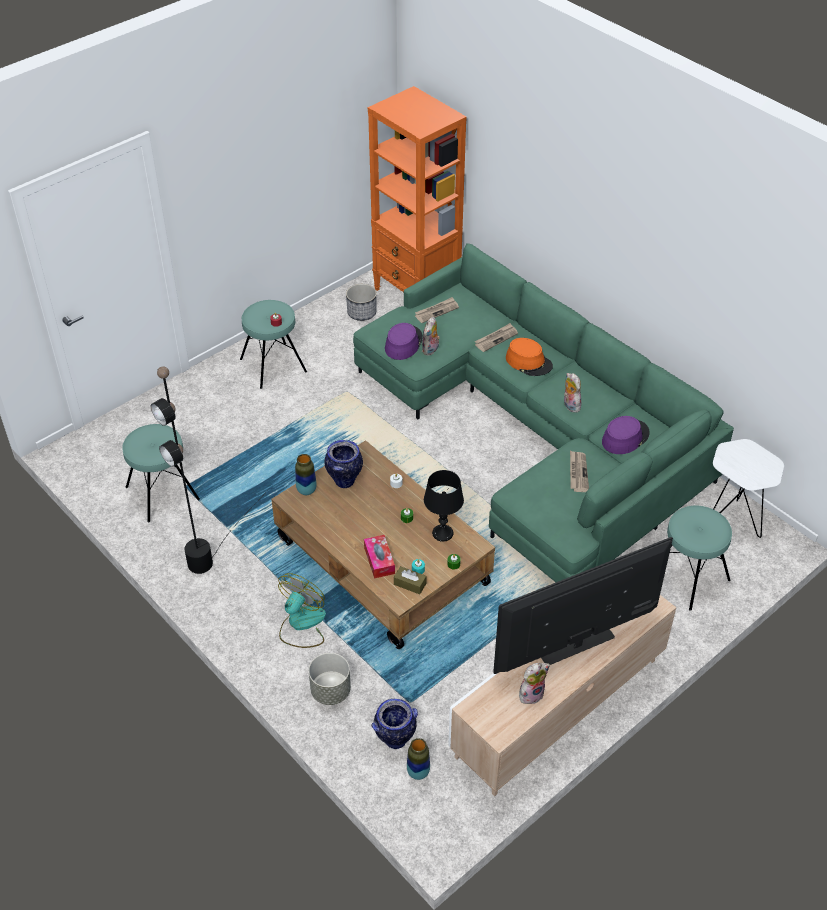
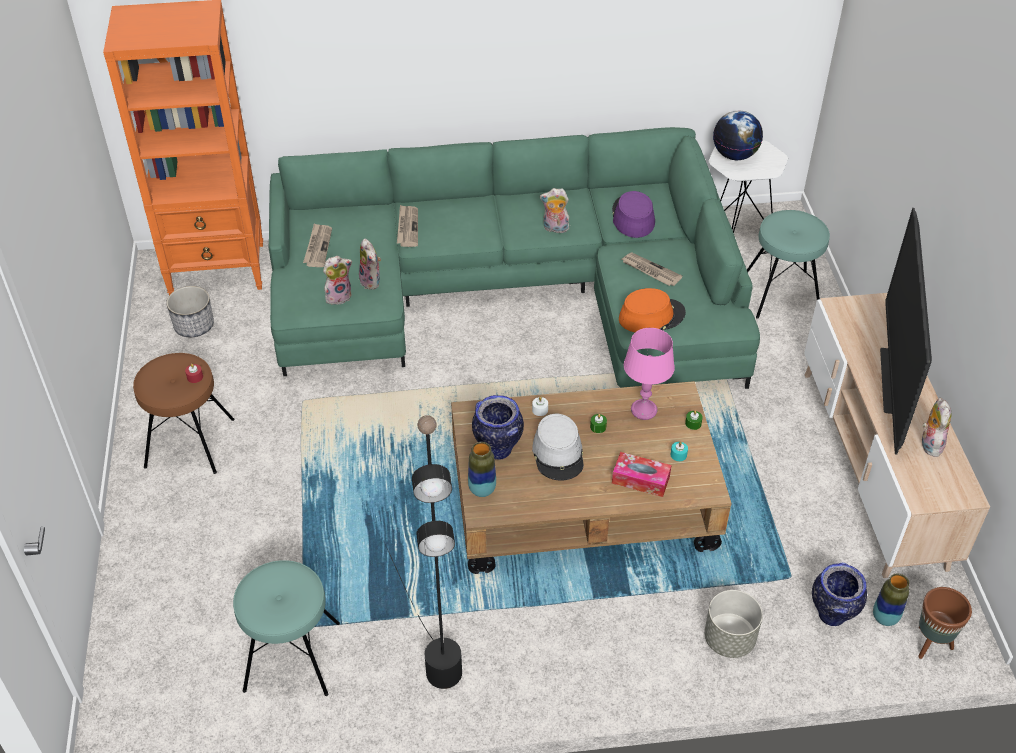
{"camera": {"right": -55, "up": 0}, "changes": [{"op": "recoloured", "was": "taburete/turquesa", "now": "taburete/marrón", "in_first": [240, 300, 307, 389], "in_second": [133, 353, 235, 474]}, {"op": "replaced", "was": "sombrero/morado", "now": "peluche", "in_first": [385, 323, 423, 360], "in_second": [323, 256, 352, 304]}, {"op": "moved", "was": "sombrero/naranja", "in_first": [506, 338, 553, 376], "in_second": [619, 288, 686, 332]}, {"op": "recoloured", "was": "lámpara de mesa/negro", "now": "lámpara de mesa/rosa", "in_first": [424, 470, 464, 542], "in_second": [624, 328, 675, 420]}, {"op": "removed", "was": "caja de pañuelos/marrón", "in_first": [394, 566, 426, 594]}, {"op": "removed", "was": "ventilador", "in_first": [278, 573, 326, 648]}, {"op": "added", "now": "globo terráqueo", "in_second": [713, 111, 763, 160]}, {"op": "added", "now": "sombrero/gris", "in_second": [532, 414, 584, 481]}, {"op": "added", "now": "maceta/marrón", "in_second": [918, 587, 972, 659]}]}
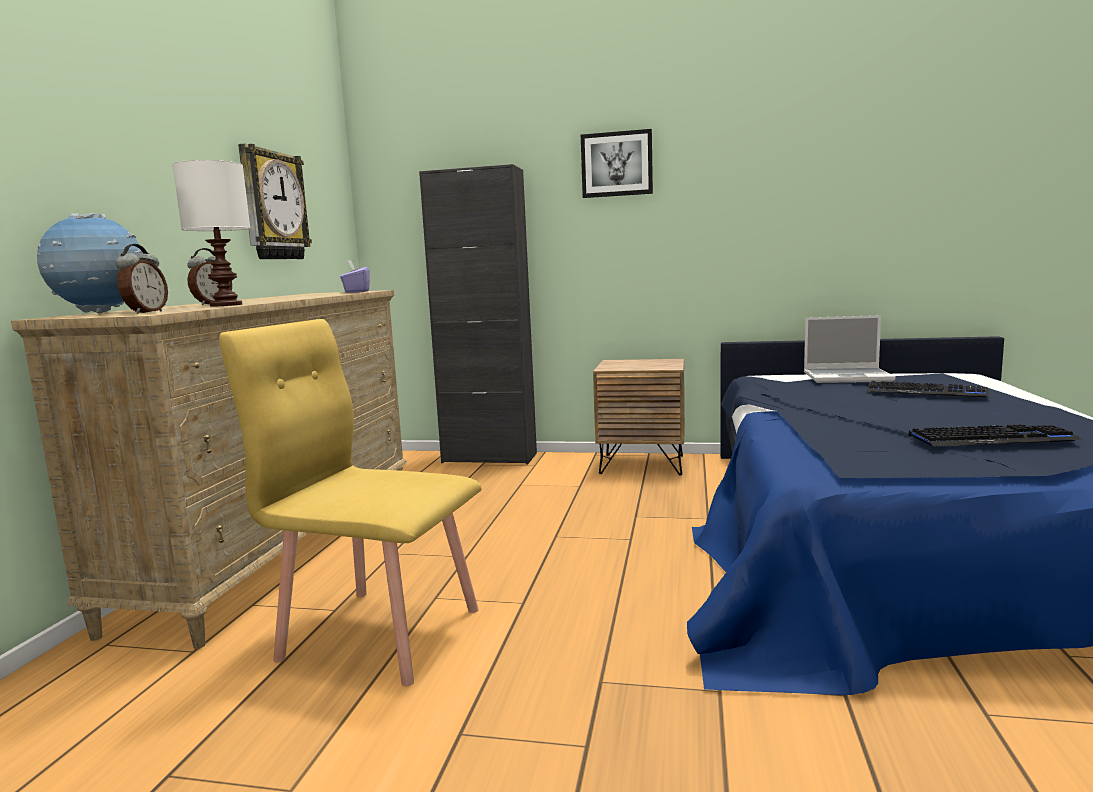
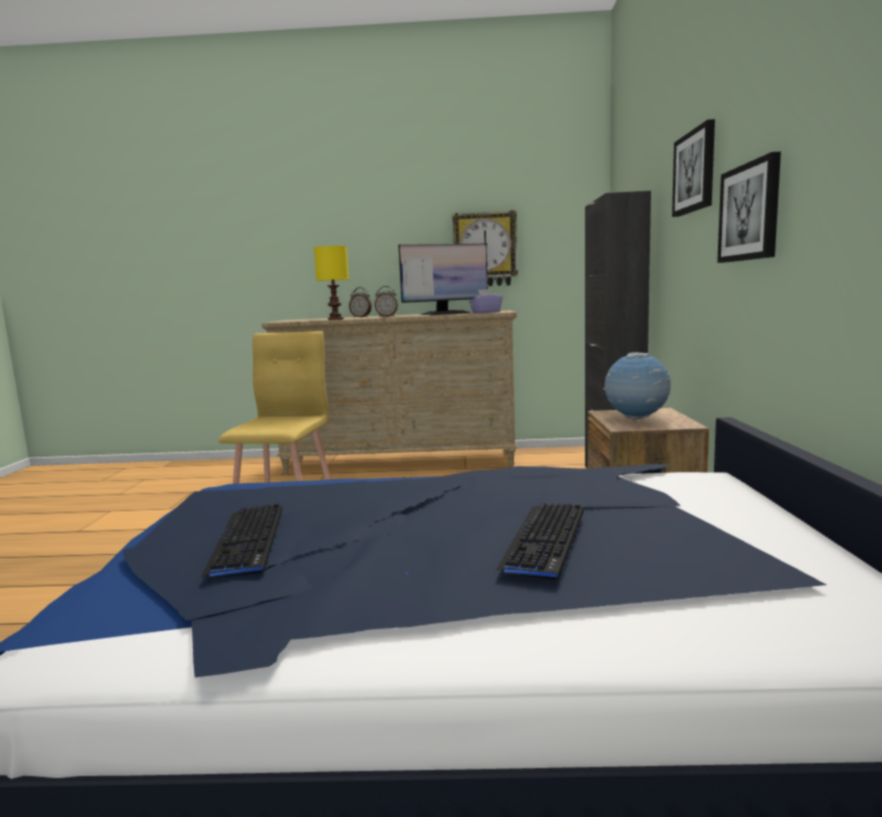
{"camera": {"right": 80, "up": 0}, "changes": [{"op": "recoloured", "was": "lámpara de mesa/blanco", "now": "lámpara de mesa/amarillo", "in_first": [172, 160, 251, 307], "in_second": [314, 246, 349, 320]}, {"op": "moved", "was": "globo terráqueo", "in_first": [37, 213, 144, 314], "in_second": [603, 352, 671, 420]}, {"op": "moved", "was": "despertador", "in_first": [116, 244, 168, 314], "in_second": [375, 286, 398, 317]}, {"op": "removed", "was": "portátil", "in_first": [804, 315, 896, 383]}, {"op": "added", "now": "cuadro", "in_second": [717, 152, 781, 263]}, {"op": "added", "now": "monitor", "in_second": [398, 243, 488, 315]}]}
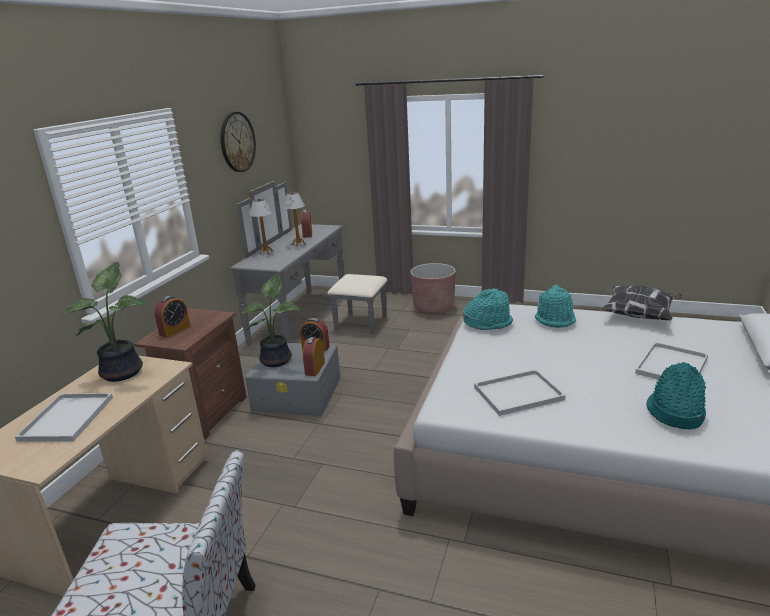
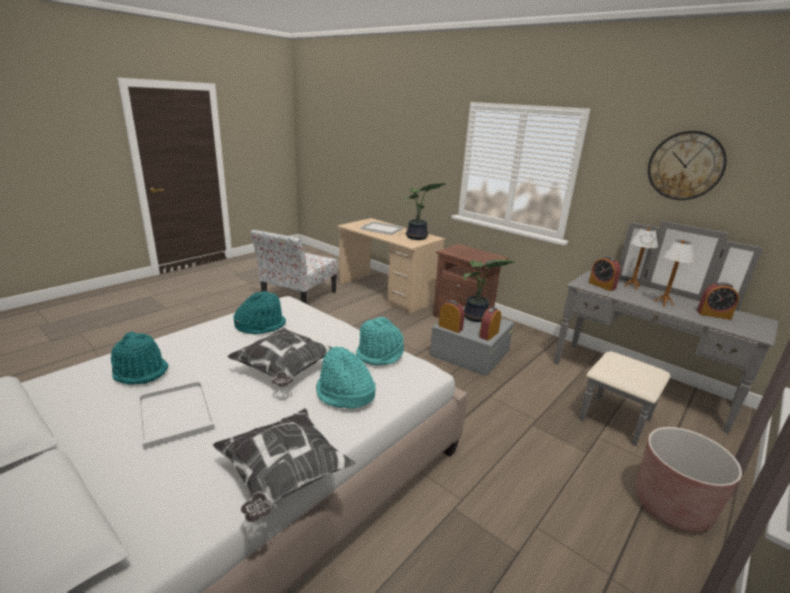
{"camera": {"right": 110, "up": 0}, "changes": [{"op": "moved", "was": "despertador", "in_first": [155, 296, 191, 338], "in_second": [589, 256, 621, 291]}, {"op": "replaced", "was": "bandeja/blanco", "now": "sombrero/turquesa", "in_first": [474, 370, 566, 416], "in_second": [234, 291, 286, 335]}, {"op": "added", "now": "cojín", "in_second": [227, 328, 331, 387]}]}
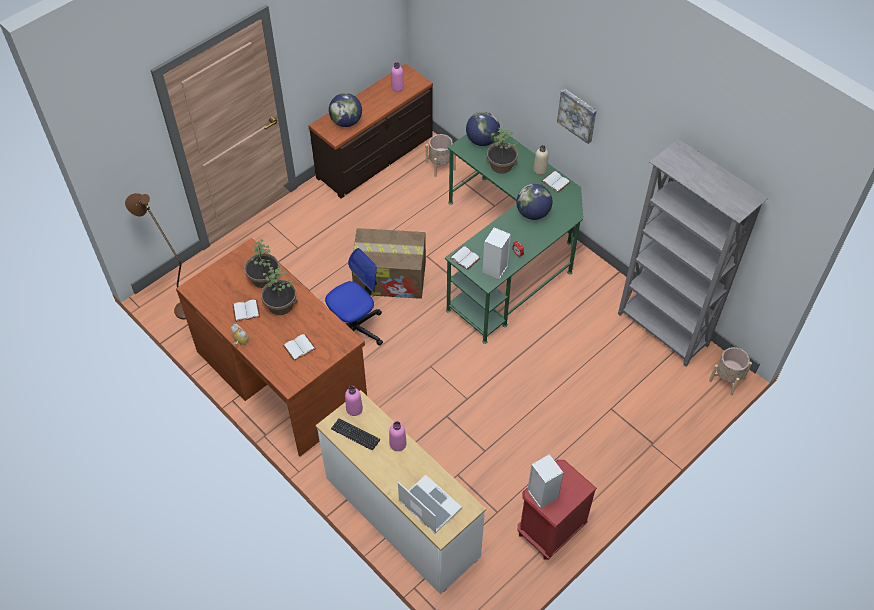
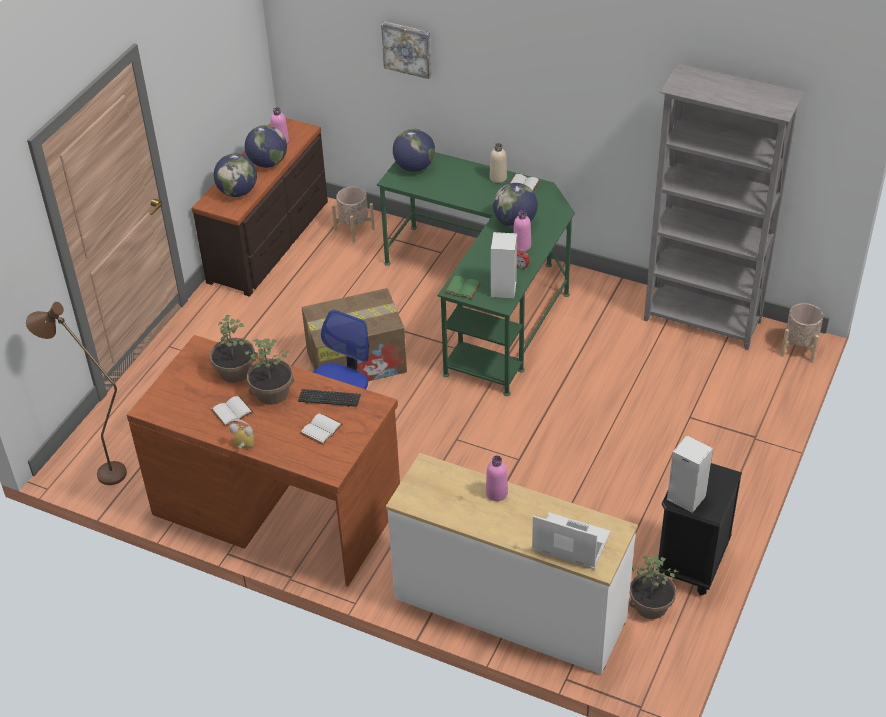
{"camera": {"right": -20, "up": -10}, "changes": [{"op": "moved", "was": "cuadro", "in_first": [557, 88, 597, 144], "in_second": [381, 21, 432, 79]}, {"op": "moved", "was": "planta en maceta", "in_first": [486, 128, 519, 174], "in_second": [629, 556, 678, 619]}, {"op": "recoloured", "was": "libro/blanco", "now": "libro/verde", "in_first": [450, 246, 480, 270], "in_second": [444, 276, 481, 299]}, {"op": "moved", "was": "botella/rosa", "in_first": [345, 386, 363, 416], "in_second": [513, 210, 531, 252]}, {"op": "moved", "was": "teclado", "in_first": [331, 418, 381, 450], "in_second": [298, 389, 361, 407]}, {"op": "recoloured", "was": "mesita de noche/rojo", "now": "mesita de noche/negro", "in_first": [518, 460, 597, 560], "in_second": [655, 463, 742, 596]}, {"op": "added", "now": "globo terráqueo", "in_second": [245, 125, 287, 168]}]}
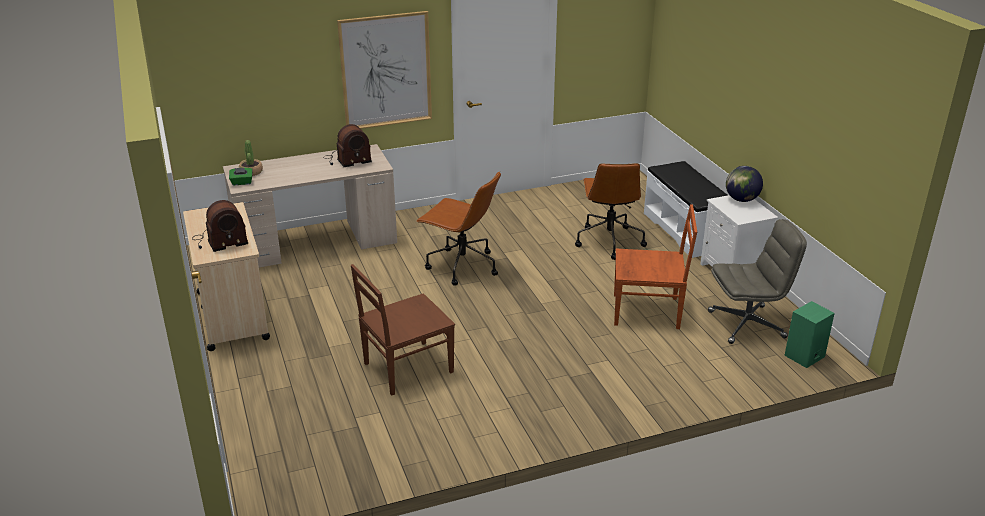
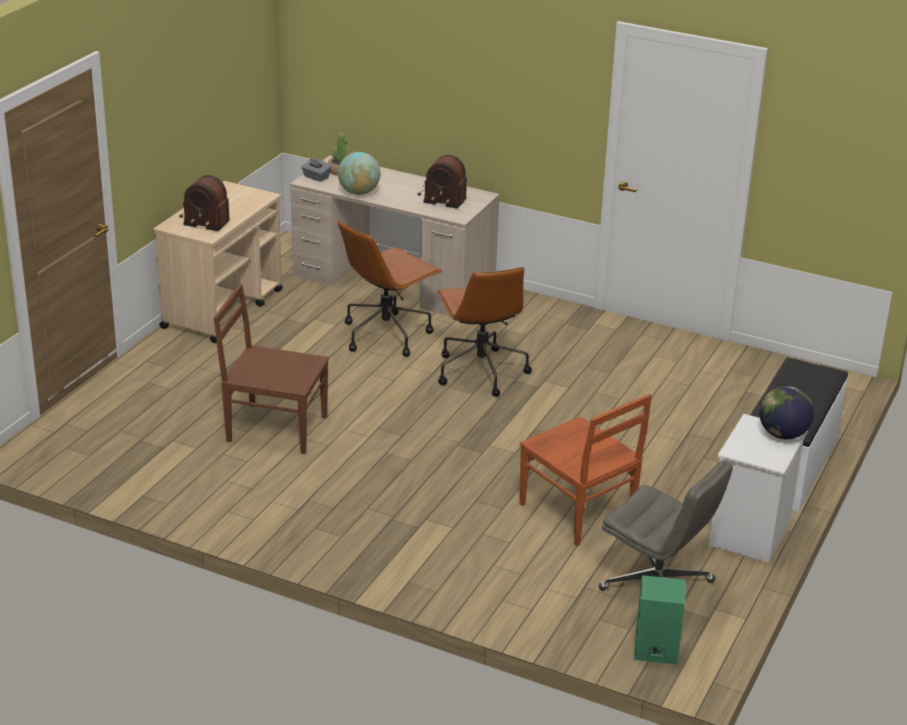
{"camera": {"right": 45, "up": 0}, "changes": [{"op": "removed", "was": "cuadro", "in_first": [337, 11, 432, 129]}, {"op": "moved", "was": "silla de oficina/marrón", "in_first": [575, 163, 647, 260], "in_second": [338, 220, 443, 357]}, {"op": "recoloured", "was": "caja de pañuelos/verde", "now": "caja de pañuelos/gris", "in_first": [229, 168, 253, 185], "in_second": [301, 158, 331, 182]}, {"op": "added", "now": "globo terráqueo", "in_second": [338, 152, 380, 195]}]}
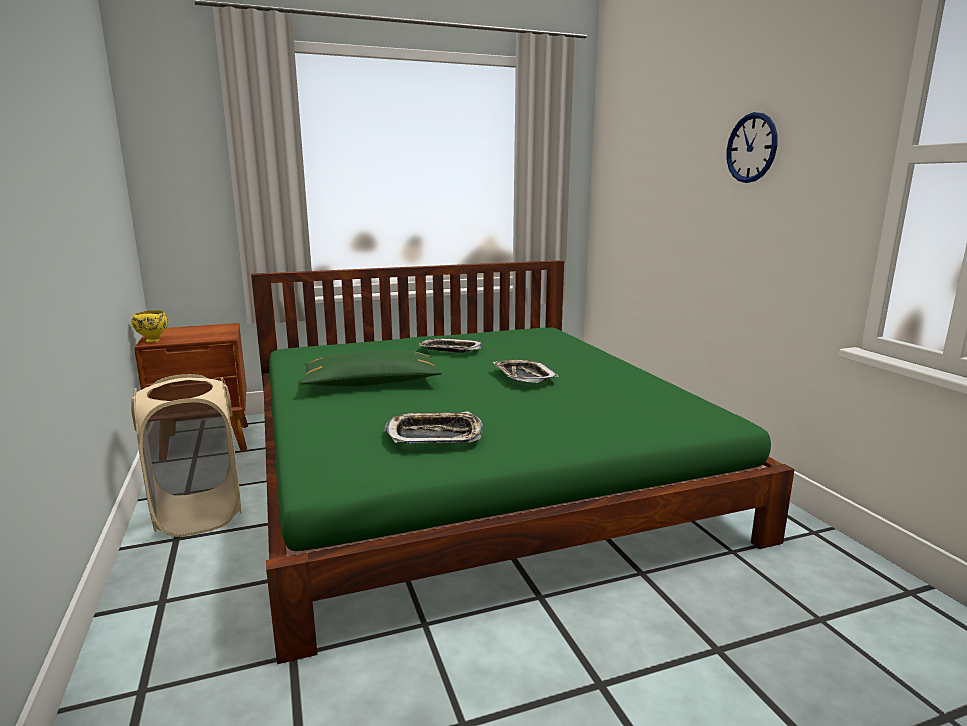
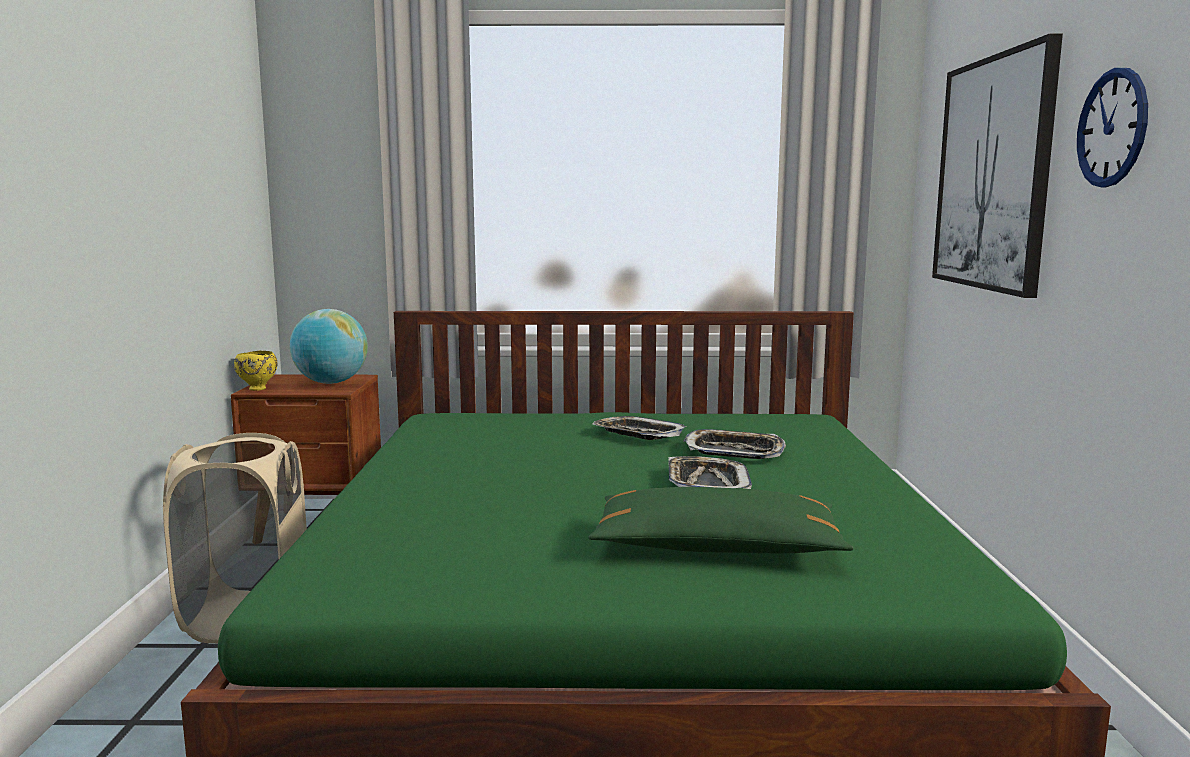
{"camera": {"right": 20, "up": -5}, "changes": [{"op": "moved", "was": "cojín/verde", "in_first": [300, 350, 442, 386], "in_second": [588, 487, 854, 553]}, {"op": "moved", "was": "bandeja", "in_first": [384, 411, 483, 444], "in_second": [683, 429, 786, 459]}, {"op": "added", "now": "cuadro", "in_second": [932, 33, 1063, 298]}, {"op": "added", "now": "globo terráqueo", "in_second": [290, 309, 368, 384]}]}
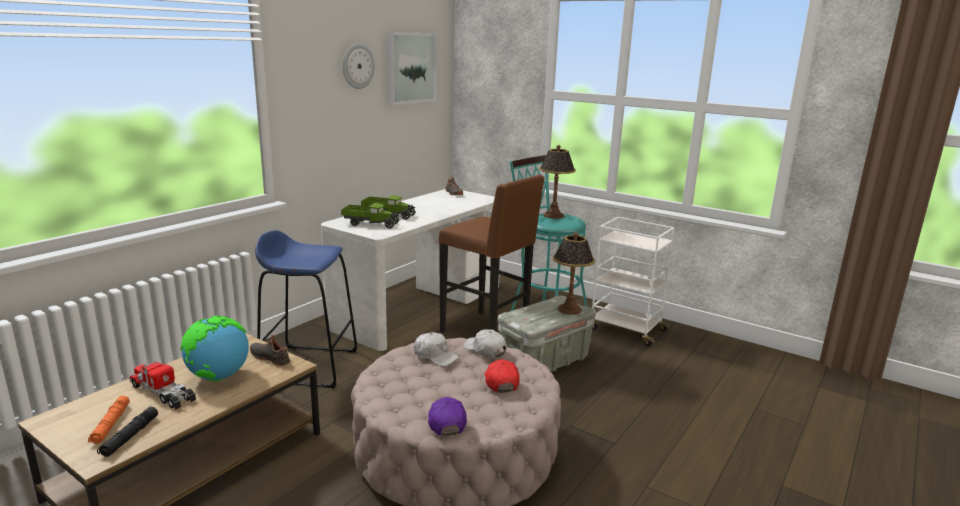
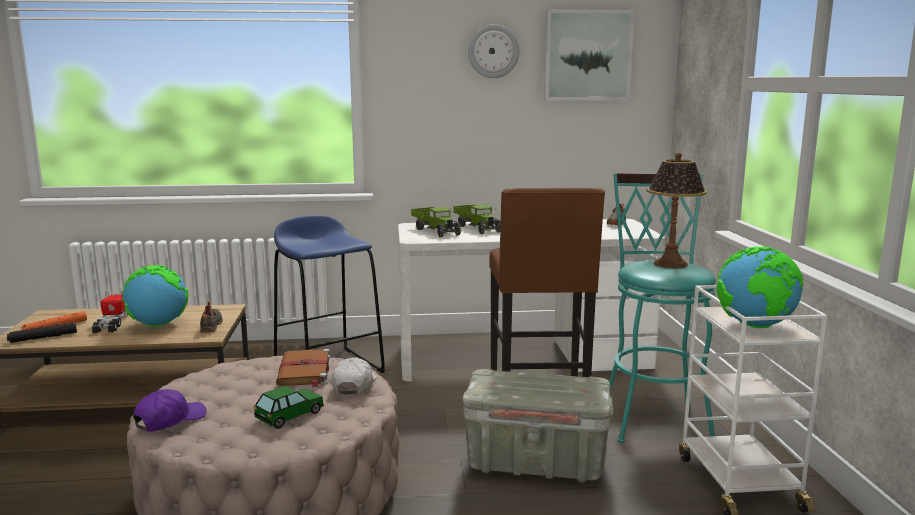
{"camera": {"right": 50, "up": -5}, "changes": [{"op": "removed", "was": "lámpara de mesa", "in_first": [553, 232, 595, 315]}, {"op": "replaced", "was": "gorra/blanco", "now": "libro/marrón", "in_first": [414, 332, 460, 366], "in_second": [276, 349, 330, 387]}, {"op": "replaced", "was": "gorra/rojo", "now": "coche de juguete", "in_first": [485, 359, 520, 393], "in_second": [254, 386, 324, 429]}, {"op": "added", "now": "globo terráqueo", "in_second": [716, 246, 803, 328]}]}
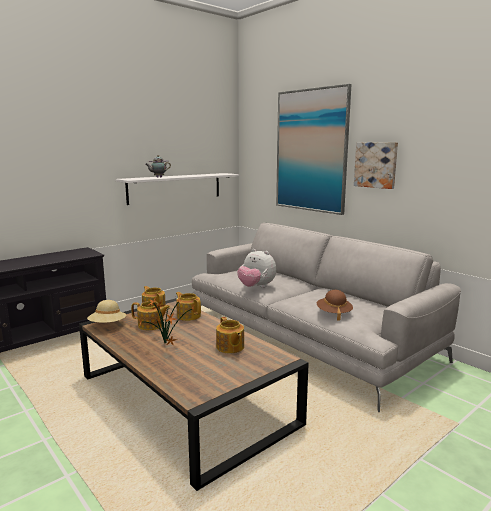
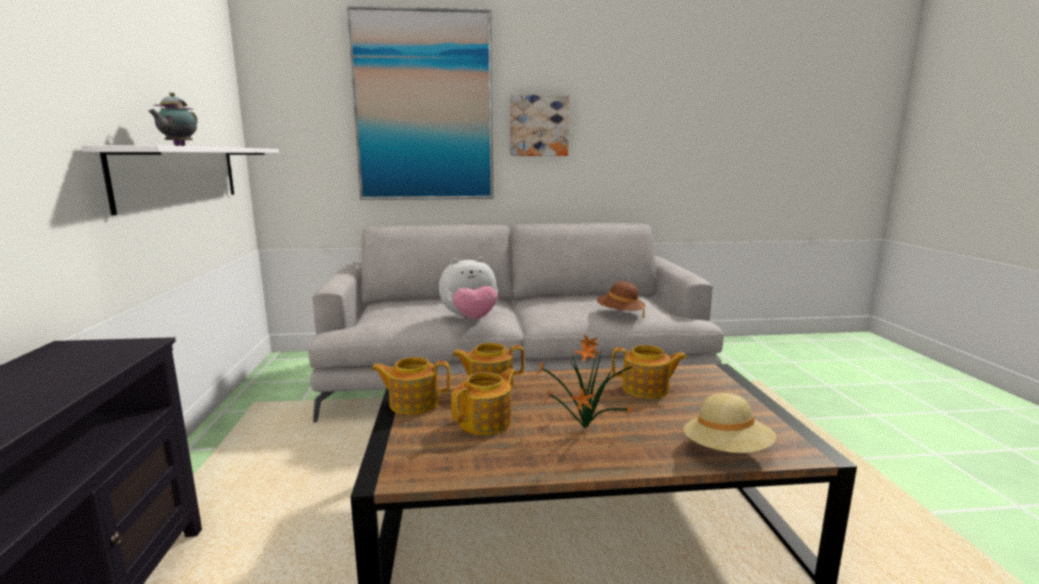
{"camera": {"right": -55, "up": 0}, "changes": [{"op": "moved", "was": "sombrero/beis", "in_first": [87, 300, 126, 323], "in_second": [684, 393, 776, 453]}]}
